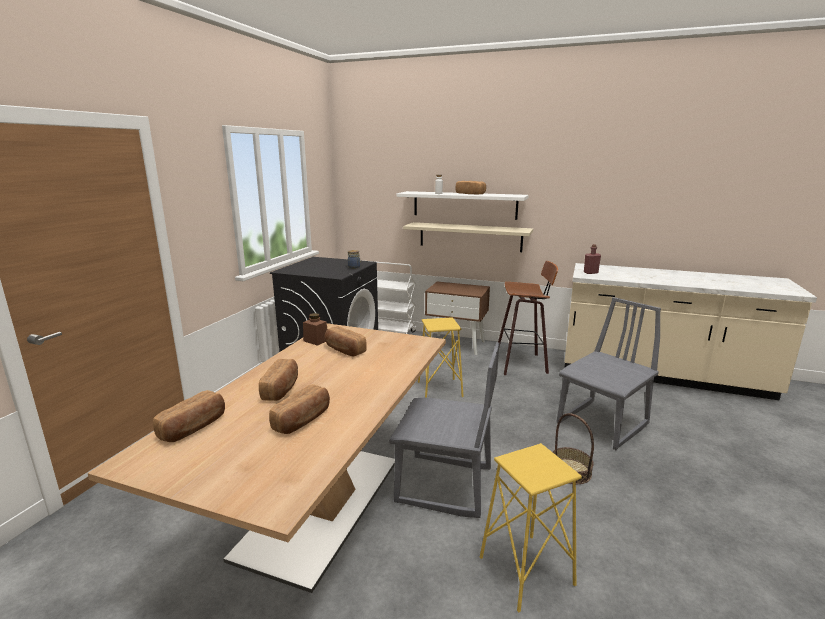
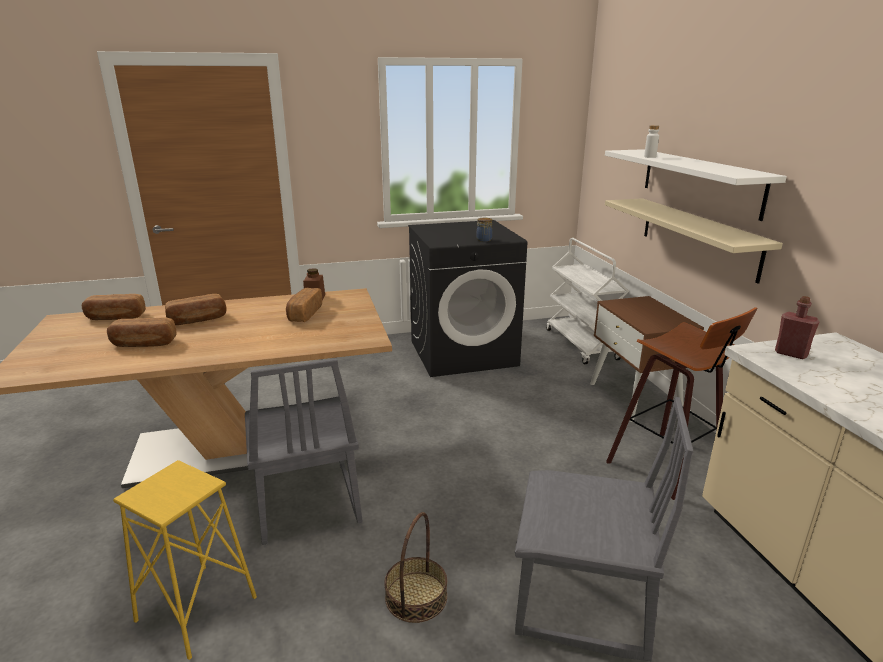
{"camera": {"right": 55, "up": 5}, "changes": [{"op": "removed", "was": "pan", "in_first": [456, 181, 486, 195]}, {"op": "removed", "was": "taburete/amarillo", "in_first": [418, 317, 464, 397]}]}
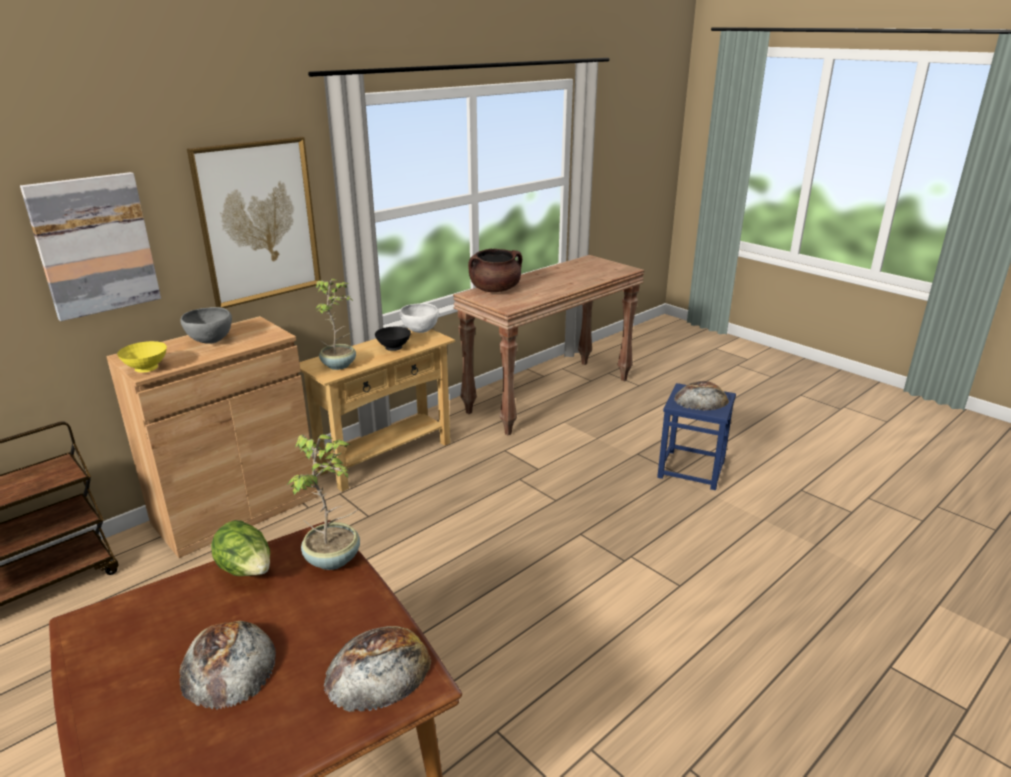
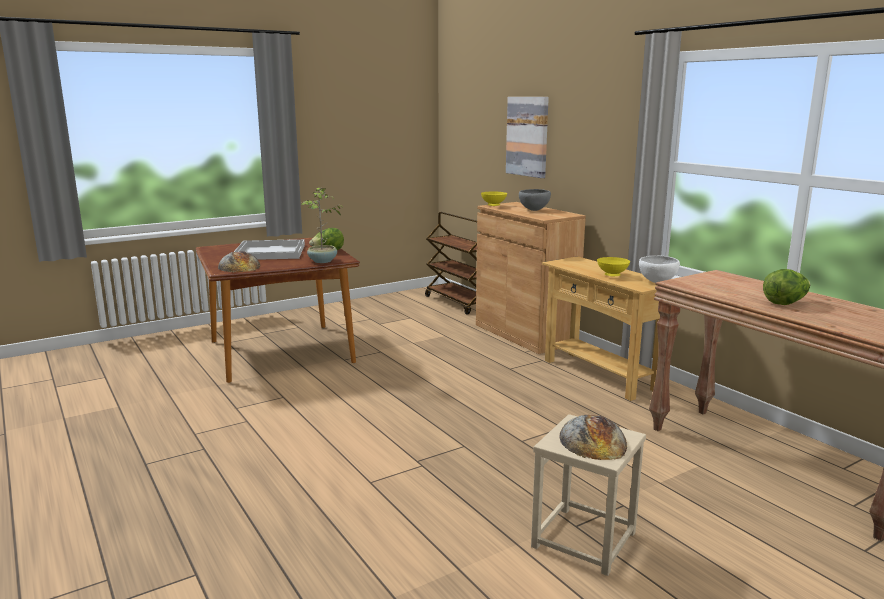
{"camera": {"right": 100, "up": -10}, "changes": [{"op": "removed", "was": "cuadro", "in_first": [187, 137, 321, 308]}, {"op": "removed", "was": "olla/marrón", "in_first": [468, 249, 522, 292]}, {"op": "removed", "was": "planta en maceta", "in_first": [315, 279, 356, 370]}, {"op": "recoloured", "was": "cuenco/negro", "now": "cuenco/amarillo", "in_first": [375, 327, 411, 351], "in_second": [597, 257, 630, 276]}, {"op": "recoloured", "was": "taburete/azul", "now": "taburete/beis", "in_first": [657, 383, 736, 490], "in_second": [531, 414, 646, 576]}, {"op": "replaced", "was": "pan", "now": "bandeja/blanco", "in_first": [179, 621, 276, 709], "in_second": [234, 239, 305, 260]}, {"op": "added", "now": "lechuga", "in_second": [763, 269, 810, 305]}]}
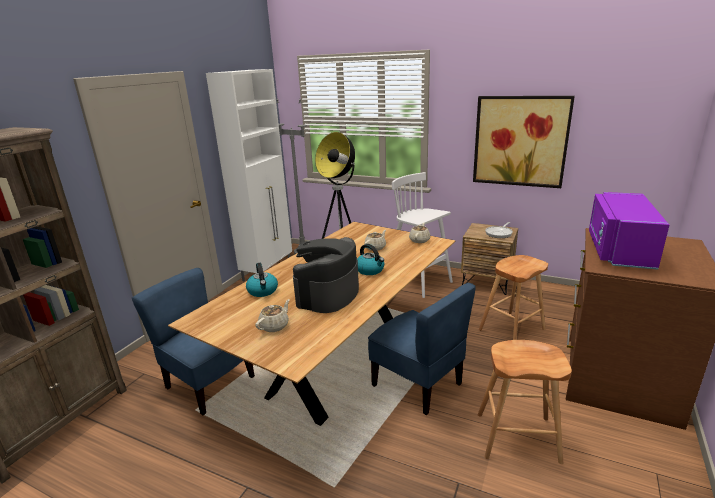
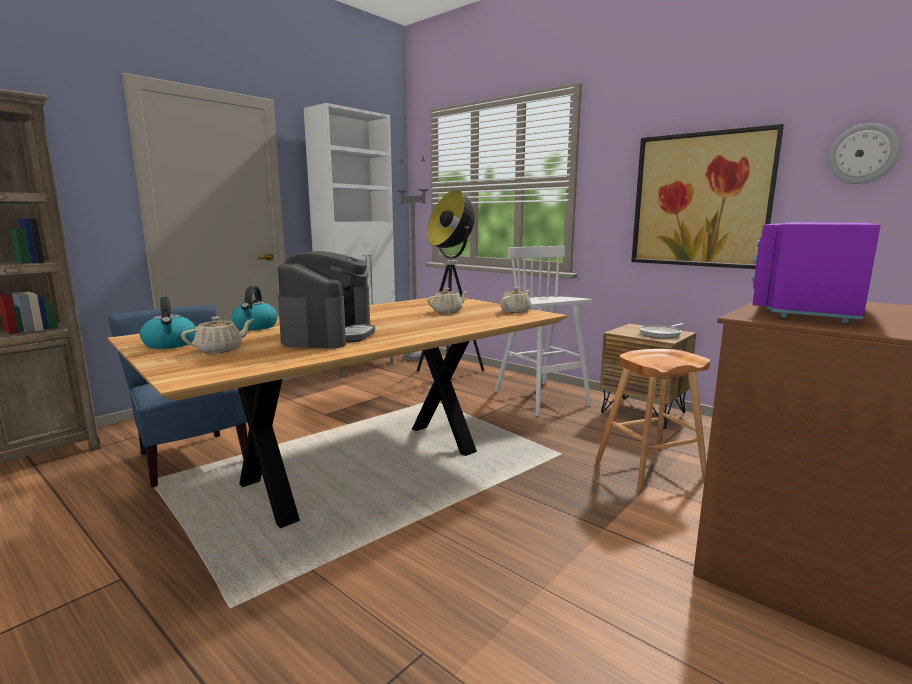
{"camera": {"right": 15, "up": -10}, "changes": [{"op": "turned", "was": "cafetera", "in_first": [293, 237, 359, 313], "in_second": [278, 251, 375, 349], "clockwise": 150}, {"op": "moved", "was": "hervidor", "in_first": [357, 244, 384, 275], "in_second": [140, 297, 196, 349]}, {"op": "removed", "was": "silla/azul", "in_first": [368, 283, 476, 415]}, {"op": "removed", "was": "taburete/marrón", "in_first": [478, 340, 572, 464]}, {"op": "added", "now": "reloj de pared", "in_second": [828, 123, 901, 184]}]}
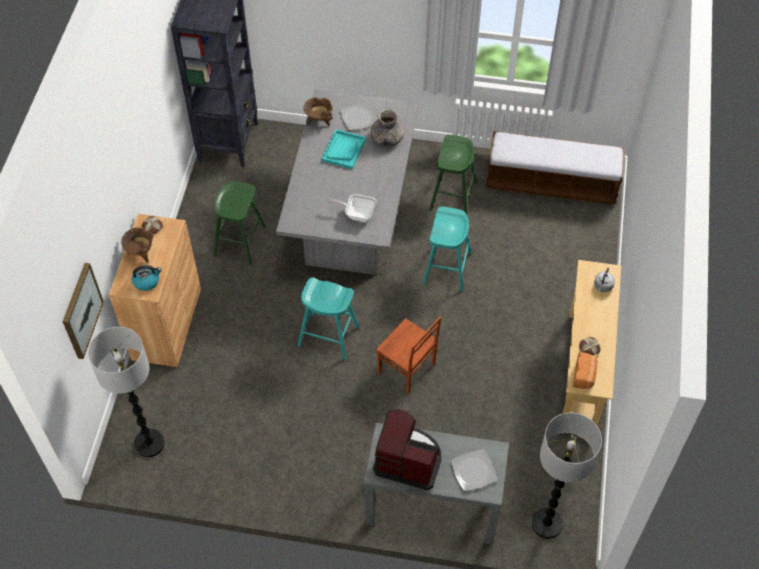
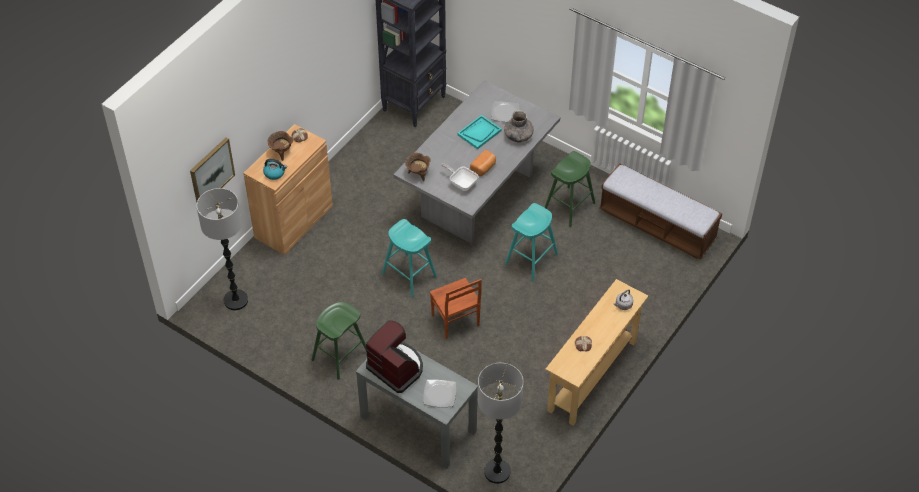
{"camera": {"right": 25, "up": -5}, "changes": [{"op": "moved", "was": "olla/marrón", "in_first": [304, 97, 333, 126], "in_second": [405, 153, 431, 181]}, {"op": "moved", "was": "taburete/verde", "in_first": [213, 181, 266, 265], "in_second": [312, 302, 367, 380]}, {"op": "moved", "was": "pan", "in_first": [573, 352, 597, 389], "in_second": [470, 150, 496, 176]}]}
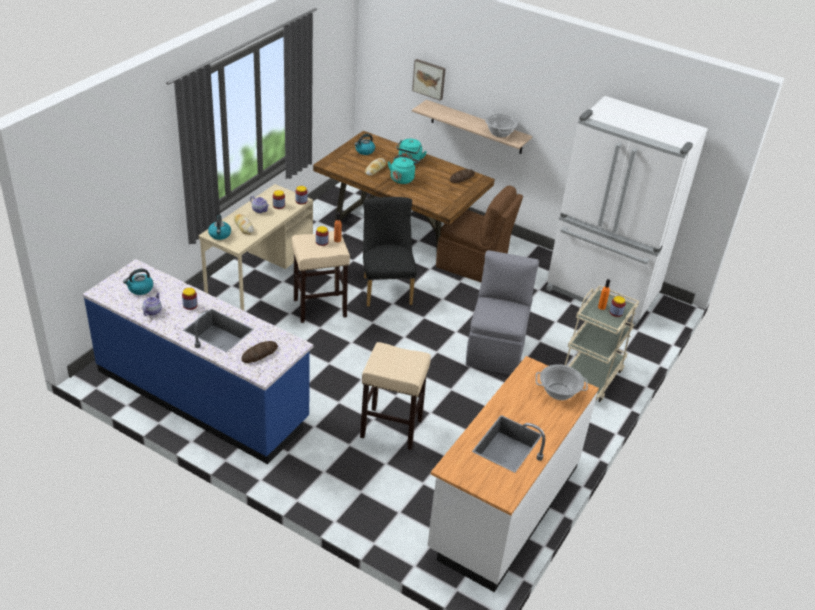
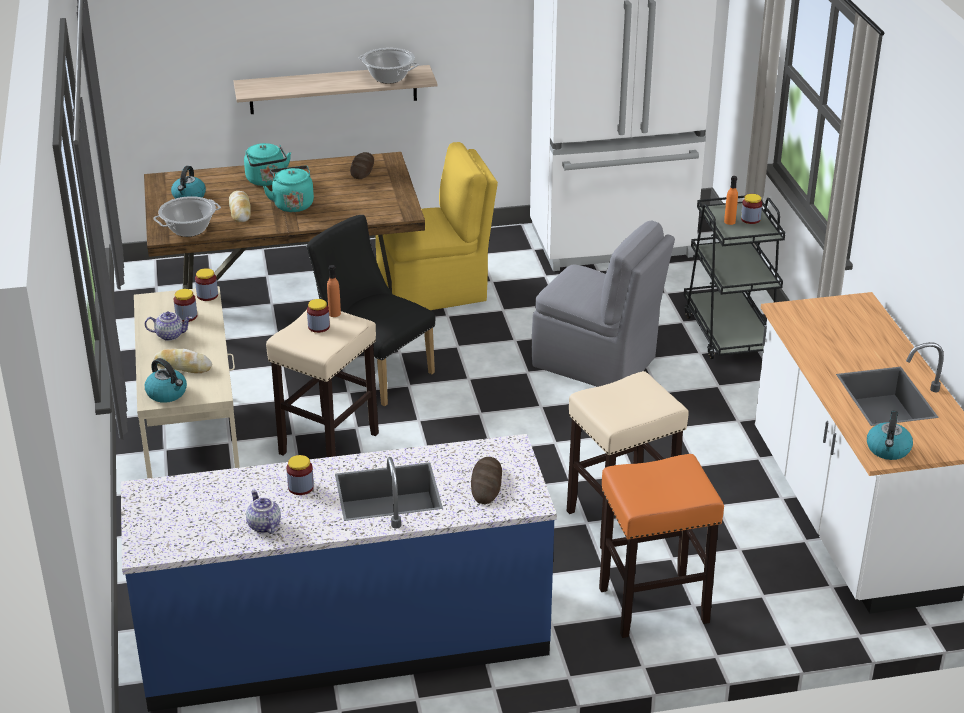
{"camera": {"right": -40, "up": -5}, "changes": [{"op": "removed", "was": "cuadro", "in_first": [412, 59, 446, 101]}, {"op": "recoloured", "was": "silla/marrón", "now": "silla/amarillo", "in_first": [436, 185, 523, 282], "in_second": [376, 142, 498, 310]}, {"op": "turned", "was": "silla/gris", "in_first": [466, 250, 539, 375], "in_second": [532, 220, 675, 387], "clockwise": 150}, {"op": "moved", "was": "hervidor", "in_first": [123, 269, 153, 295], "in_second": [867, 411, 913, 460]}, {"op": "recoloured", "was": "carrito/beis", "now": "carrito/negro", "in_first": [565, 285, 639, 402], "in_second": [684, 194, 785, 359]}, {"op": "moved", "was": "olla", "in_first": [536, 364, 588, 400], "in_second": [154, 196, 221, 237]}, {"op": "added", "now": "taburete/naranja", "in_second": [599, 454, 724, 638]}]}
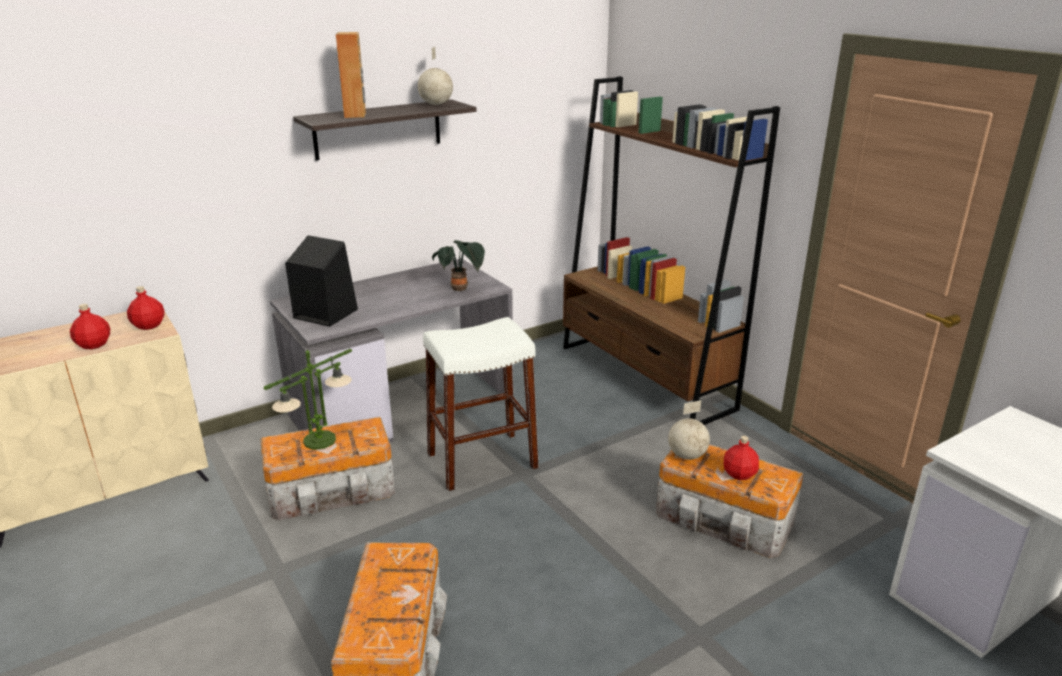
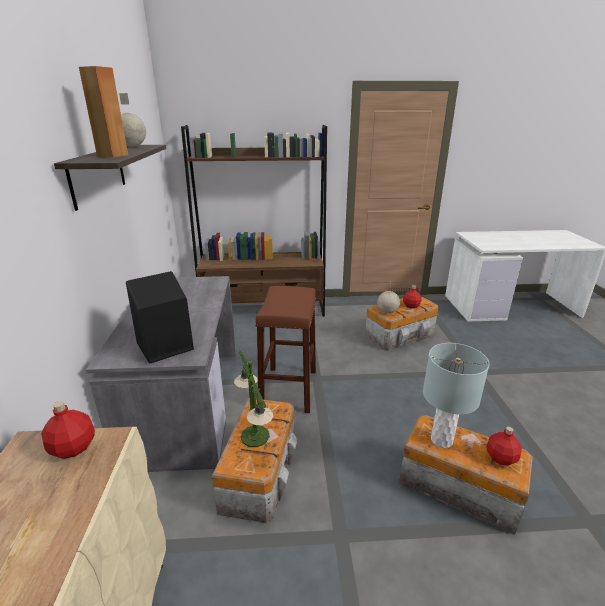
{"camera": {"right": -60, "up": 0}, "changes": [{"op": "removed", "was": "planta en maceta", "in_first": [432, 240, 485, 291]}, {"op": "moved", "was": "botella/rojo", "in_first": [70, 304, 110, 349], "in_second": [486, 426, 522, 466]}, {"op": "recoloured", "was": "taburete/blanco", "now": "taburete/marrón", "in_first": [423, 317, 539, 491], "in_second": [255, 286, 316, 413]}, {"op": "added", "now": "lámpara de mesa/gris", "in_second": [423, 343, 489, 448]}]}
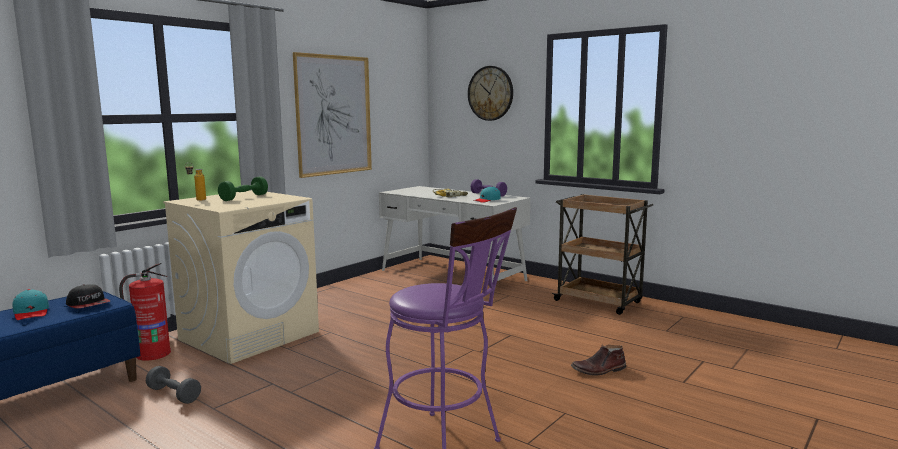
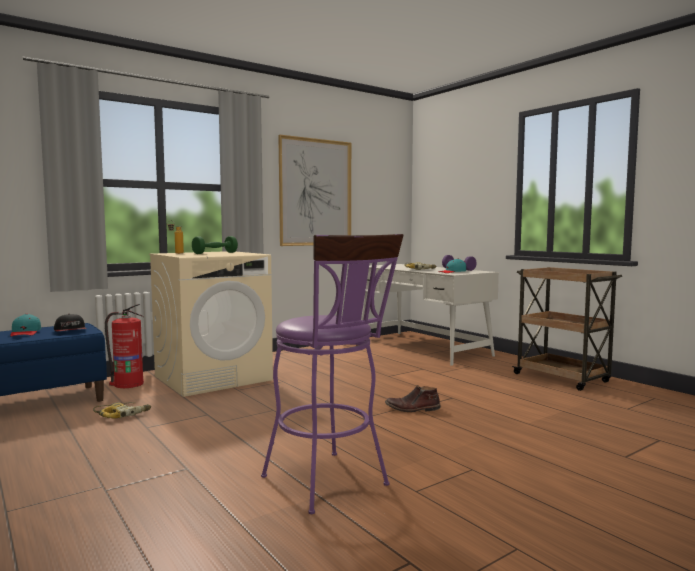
{"camera": {"right": 15, "up": -5}, "changes": [{"op": "removed", "was": "reloj de pared", "in_first": [468, 66, 513, 121]}, {"op": "moved", "was": "bota/marrón", "in_first": [571, 345, 626, 376], "in_second": [385, 385, 441, 412]}, {"op": "replaced", "was": "mancuerna/gris", "now": "taladro", "in_first": [146, 366, 201, 404], "in_second": [93, 402, 151, 418]}]}
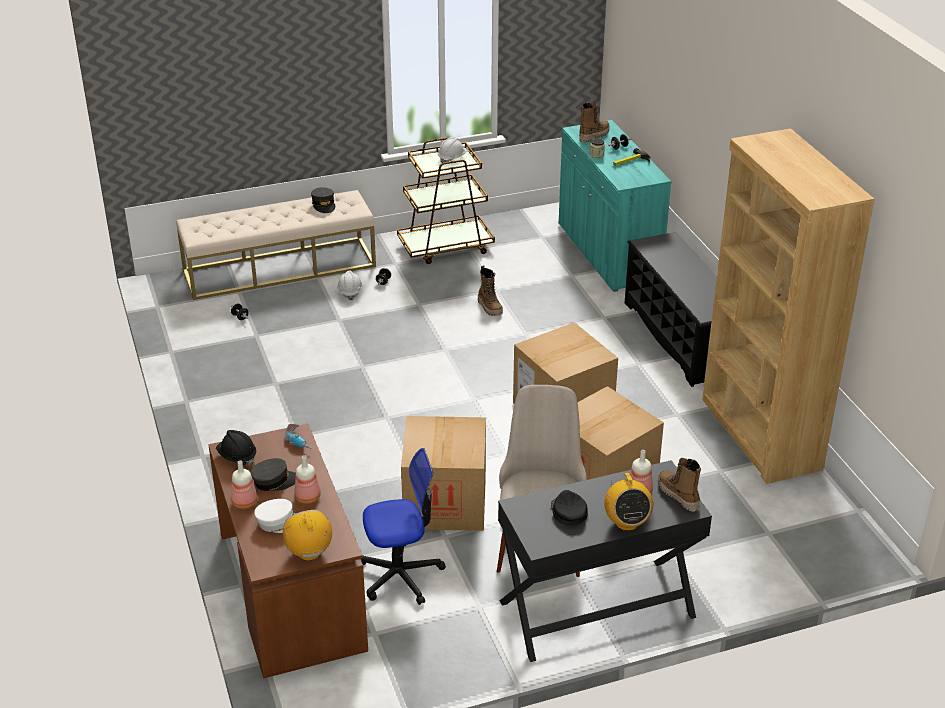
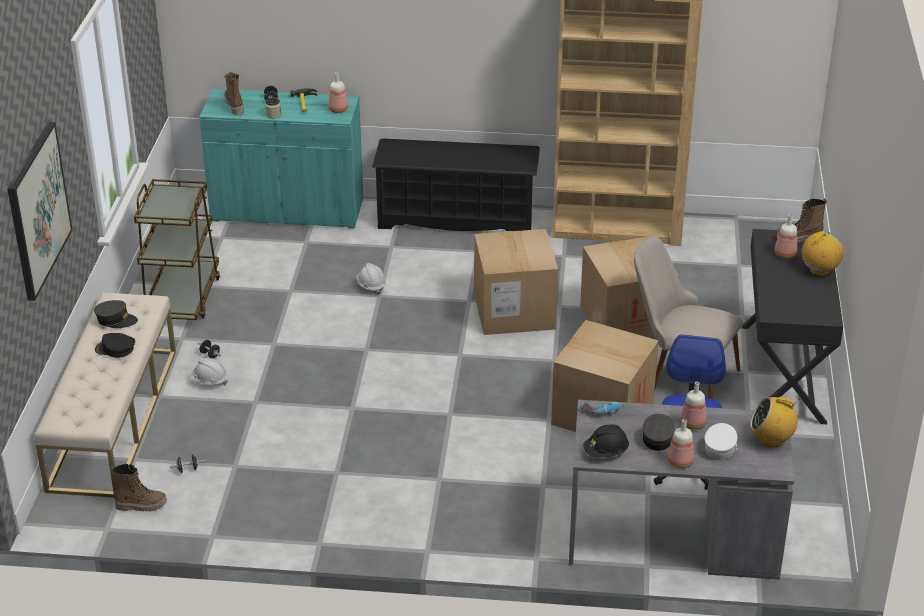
{"camera": {"right": -65, "up": 0}, "changes": [{"op": "moved", "was": "casco/blanco", "in_first": [438, 137, 467, 163], "in_second": [356, 263, 386, 295]}, {"op": "moved", "was": "bota", "in_first": [478, 265, 503, 316], "in_second": [111, 464, 167, 512]}, {"op": "recoloured", "was": "escritorio/marrón", "now": "escritorio/gris", "in_first": [208, 424, 368, 678], "in_second": [569, 400, 794, 580]}, {"op": "turned", "was": "radio", "in_first": [604, 473, 653, 531], "in_second": [801, 231, 844, 276], "clockwise": -60}, {"op": "moved", "was": "gorra/negro", "in_first": [551, 490, 588, 525], "in_second": [95, 333, 135, 358]}, {"op": "added", "now": "botella", "in_second": [328, 73, 348, 113]}, {"op": "added", "now": "cuadro", "in_second": [7, 122, 72, 301]}]}
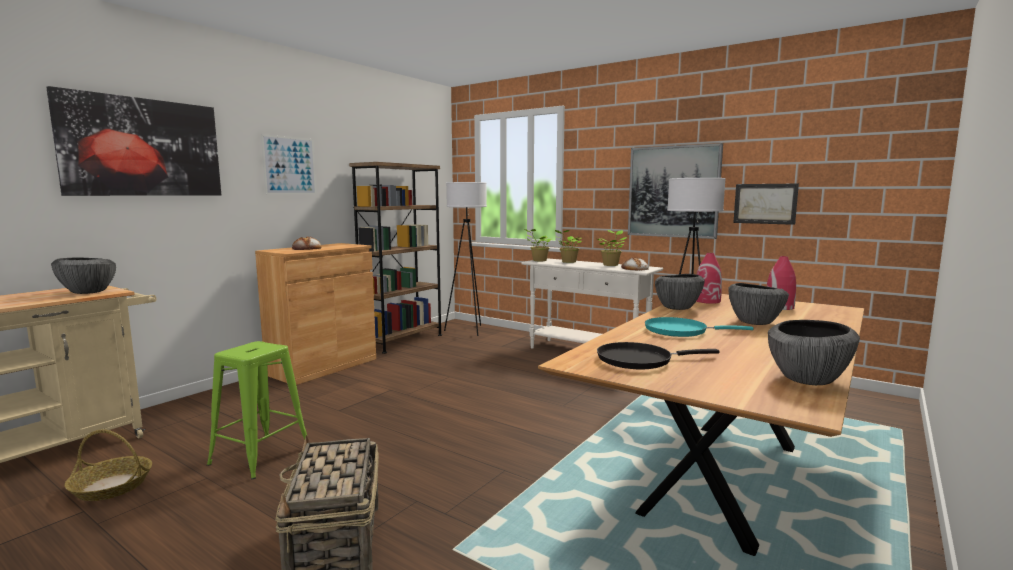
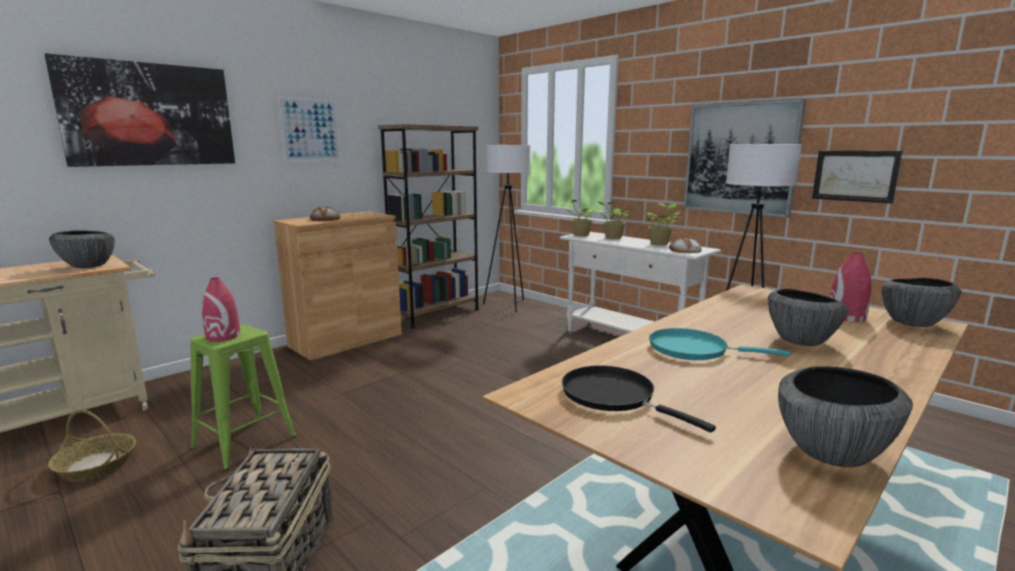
{"camera": {"right": 10, "up": 5}, "changes": [{"op": "moved", "was": "florero/rojo", "in_first": [696, 253, 722, 304], "in_second": [202, 277, 240, 342]}, {"op": "moved", "was": "cuenco", "in_first": [655, 274, 705, 310], "in_second": [882, 278, 962, 327]}, {"op": "turned", "was": "sartén/negro", "in_first": [597, 342, 720, 369], "in_second": [562, 365, 716, 433], "clockwise": 45}]}
